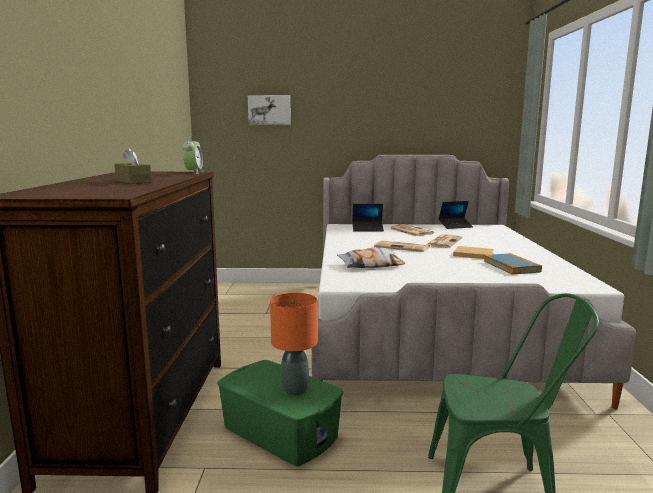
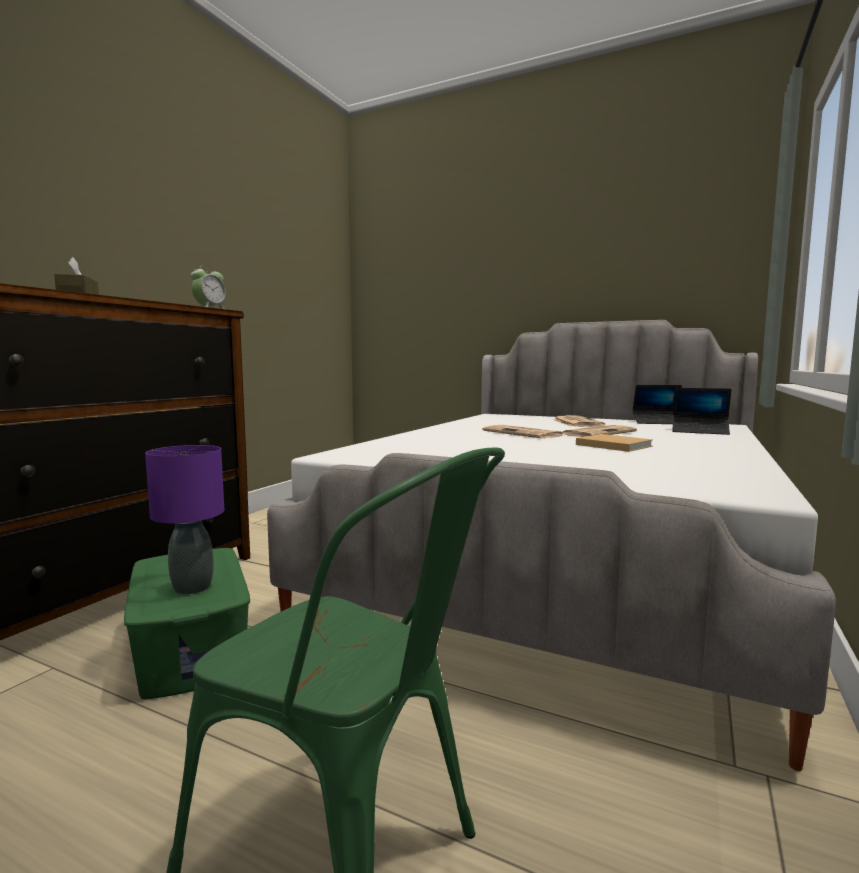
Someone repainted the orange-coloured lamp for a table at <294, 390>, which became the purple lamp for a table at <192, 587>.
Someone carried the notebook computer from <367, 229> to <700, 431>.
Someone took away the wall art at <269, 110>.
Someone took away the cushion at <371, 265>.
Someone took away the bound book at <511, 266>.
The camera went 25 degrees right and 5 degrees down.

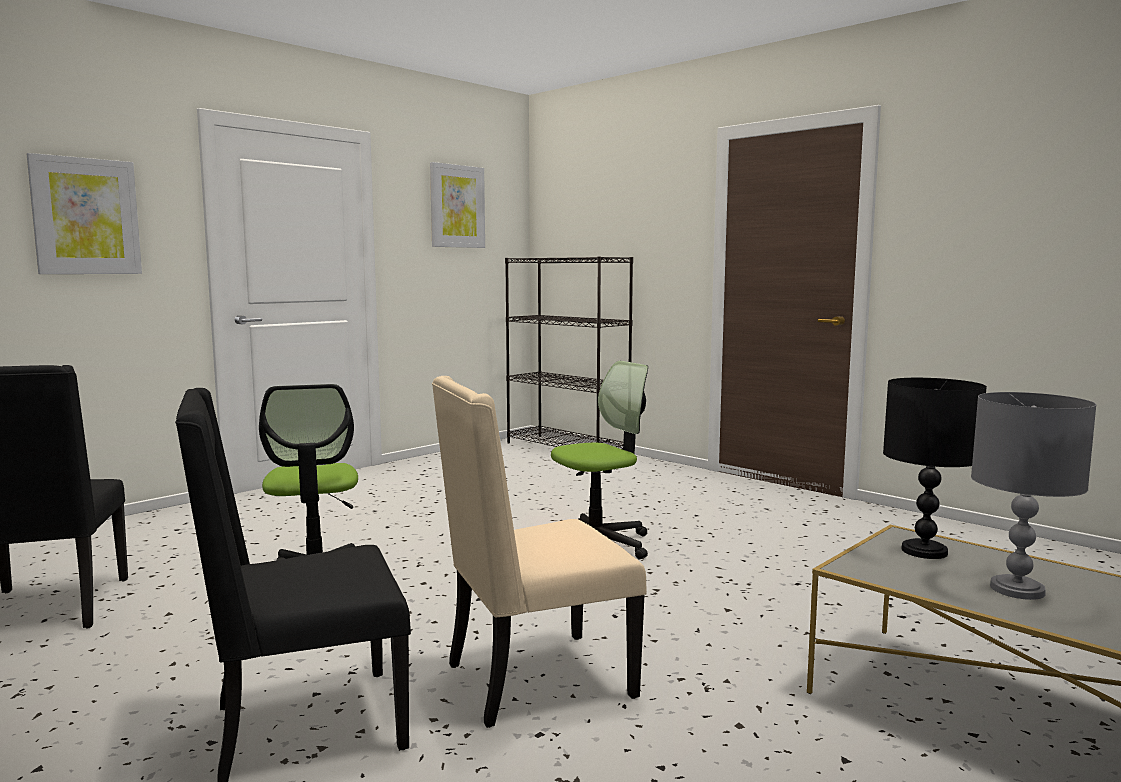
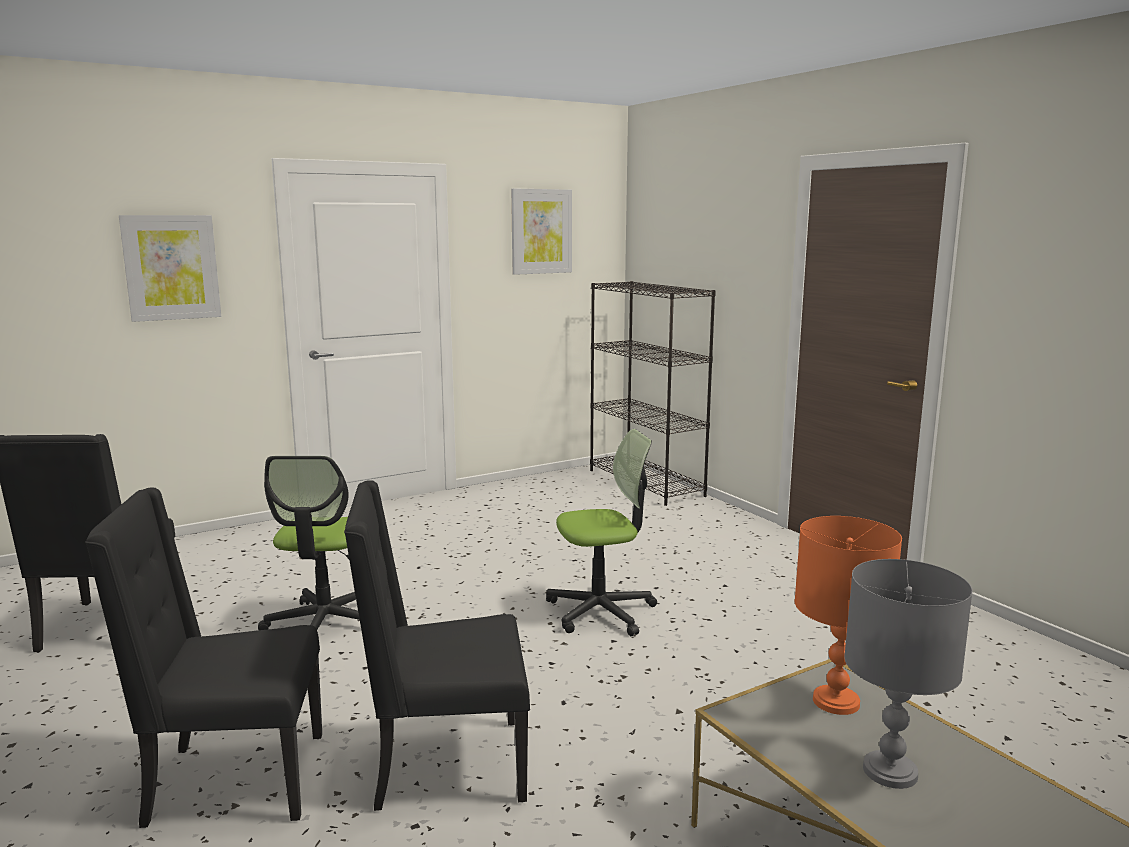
Someone repainted the sand-coloured upright chair at <534, 680>, which became the black-coloured upright chair at <445, 766>.
Someone repainted the black-coloured lamp for a table at <923, 551>, which became the orange-coloured lamp for a table at <835, 702>.
The camera went 15 degrees right and 5 degrees up.

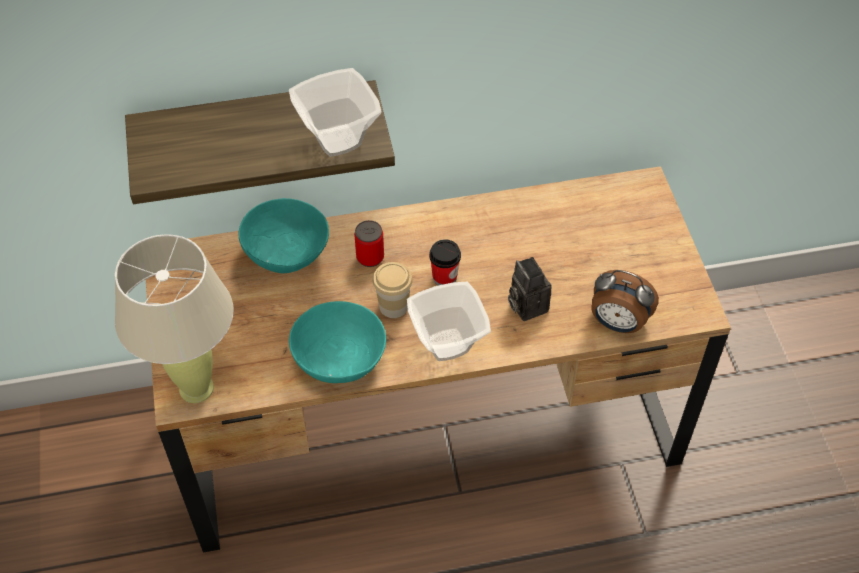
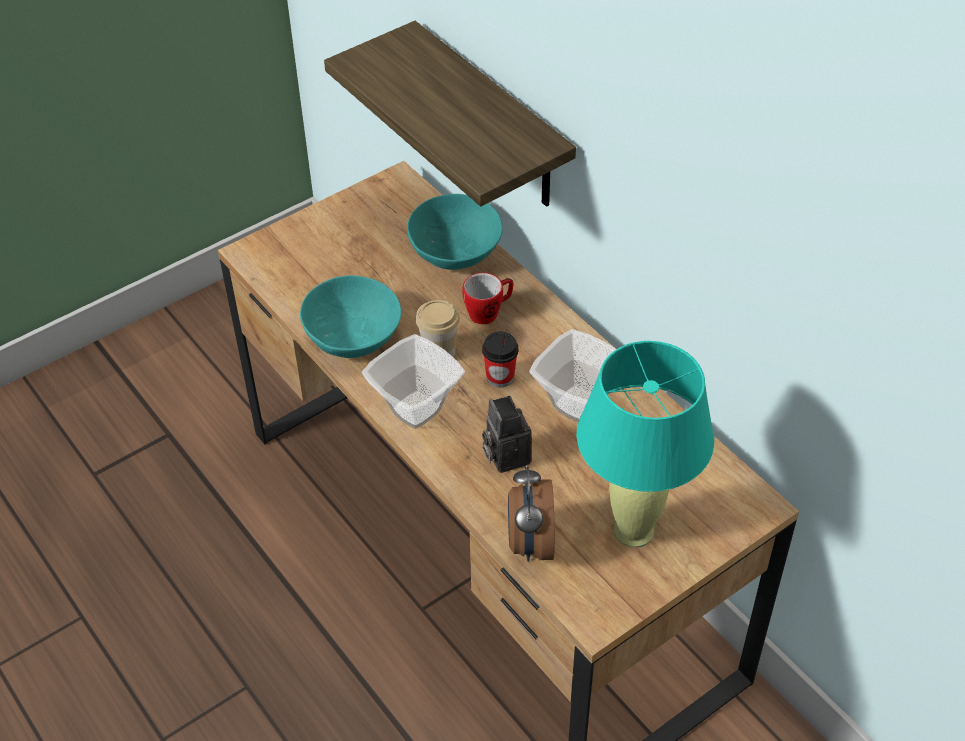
Someone swapped the sealed can at <370, 257> for the coffee mug at <489, 312>.
Someone rotated the photo camera at <525, 305> by 60 degrees counterclockwise.
Someone carried the deep dish from <337, 142> to <575, 404>.
Someone put down the turquoise-coloured lamp for a table at <634, 530>.
Someone took away the sand-coloured lamp for a table at <196, 388>.
The camera went 65 degrees right and 5 degrees down.

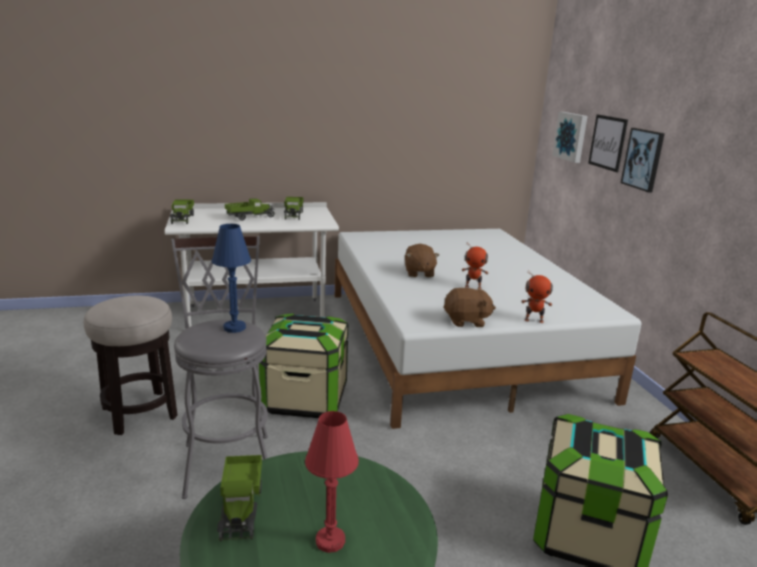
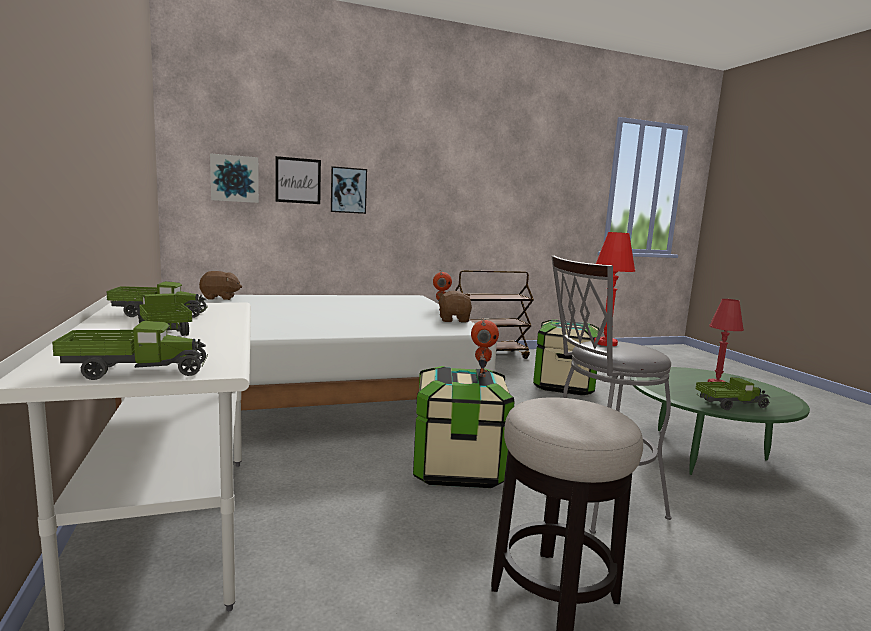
Someone carried the brown soft toy from <419, 273> to <220, 298>.
Someone carried the toy robot from <473, 287> to <481, 373>.
Someone repainted the blue-coloured lamp for a table at <234, 328>, which became the red lamp for a table at <605, 343>.
The camera went 95 degrees left and 10 degrees down.

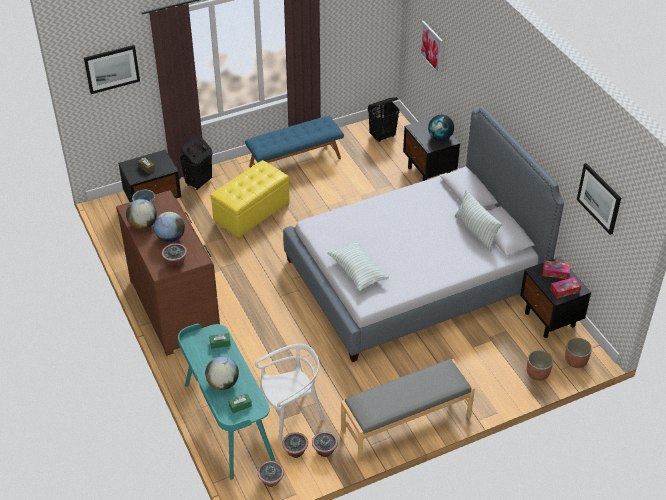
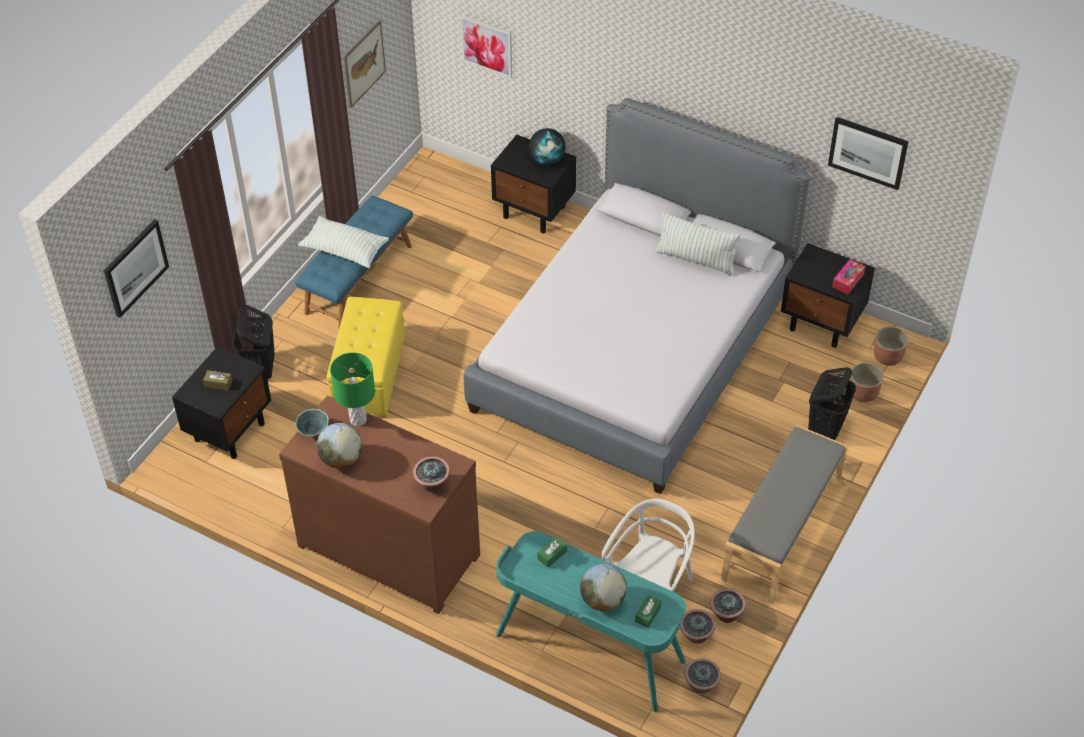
Someone carried the cushion from <357, 271> to <345, 250>.
Someone put down the green lamp for a table at <358, 419>.
Someone put up the wall art at <364, 64>.
Someone carried the black-coloured laundry basket from <382, 136> to <826, 429>.
Someone took away the desk globe at <170, 238>.
Someone took away the tissue box at <555, 272>.
The camera went 35 degrees left and 5 degrees up.

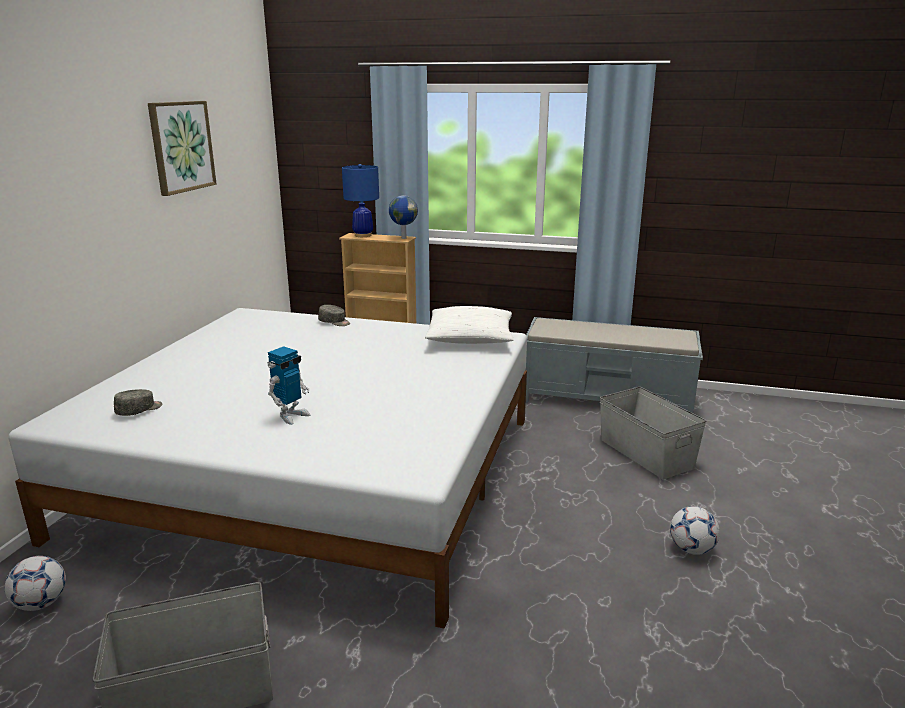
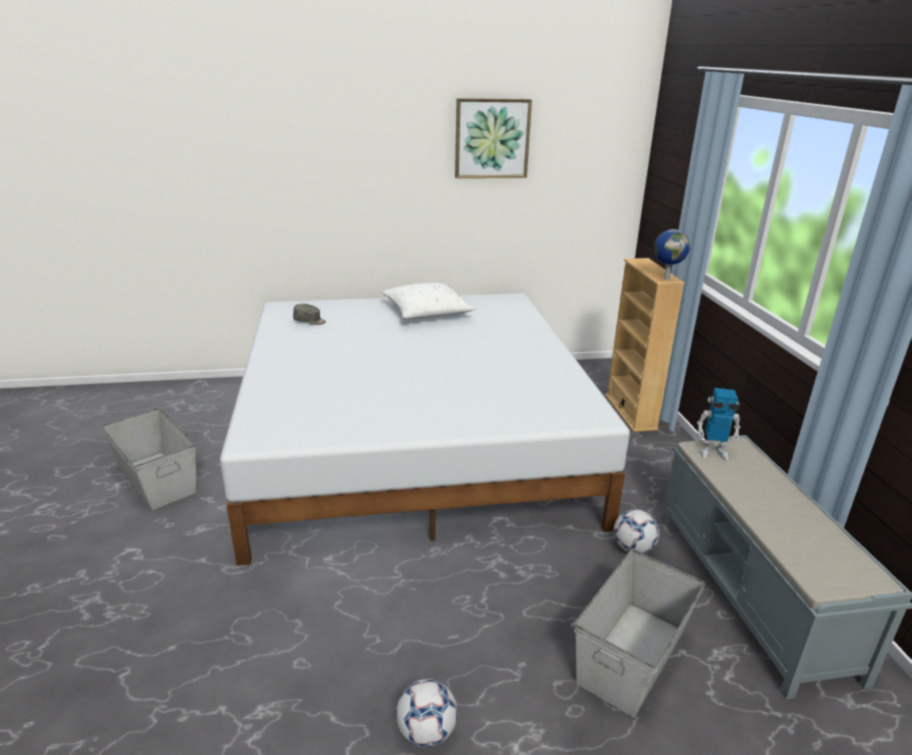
Someone carried the white cushion from <470, 338> to <427, 312>.
Someone carried the football from <41, 603> to <633, 548>.
Someone carried the toy robot from <291, 416> to <713, 452>.
Someone took away the greyish cap at <334, 322>.
Someone took away the blue-coloured lamp for a table at <363, 235>.
The camera went 65 degrees right and 5 degrees up.

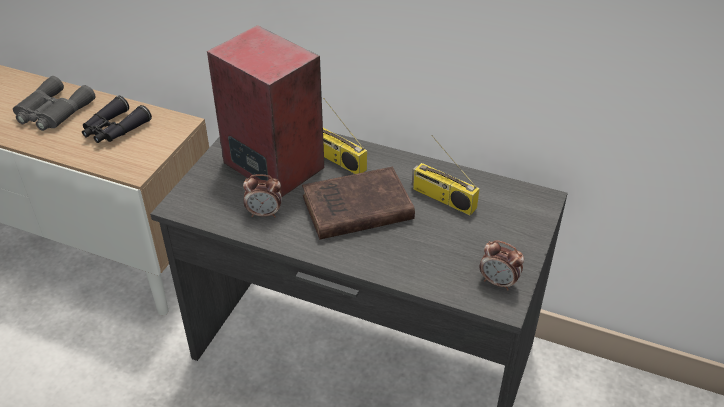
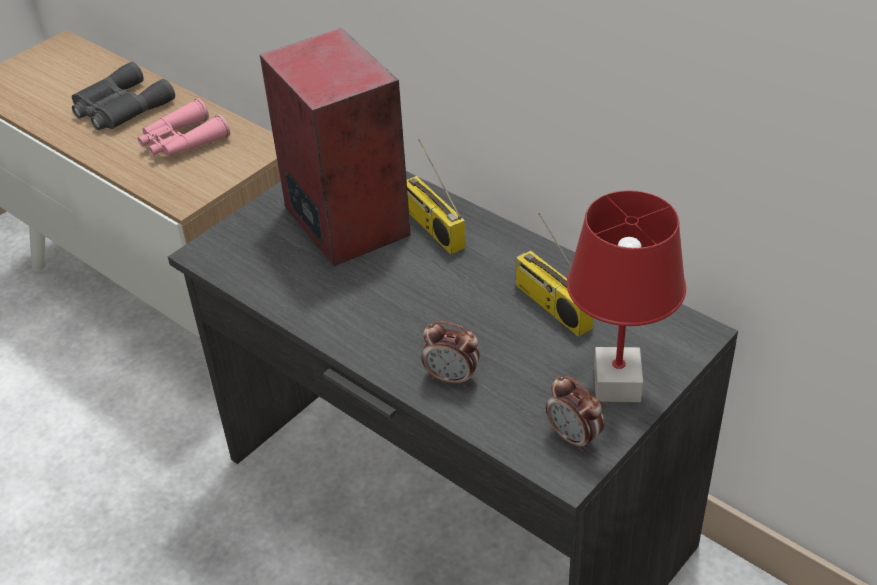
Someone repainted the black-coloured pair of binoculars at <114, 129>, which became the pink-coloured pair of binoculars at <182, 142>.
Someone carried the table clock from <264, 213> to <452, 378>.
Someone put down the red lamp for a table at <618, 385>.
Someone took away the brown bound book at <354, 209>.
The camera went 20 degrees right and 0 degrees up.

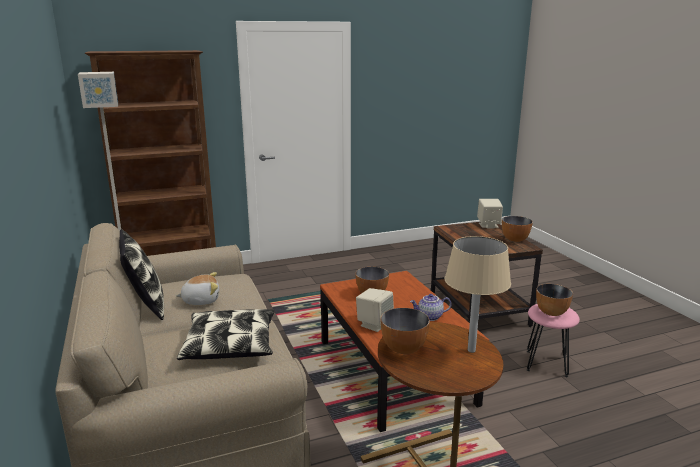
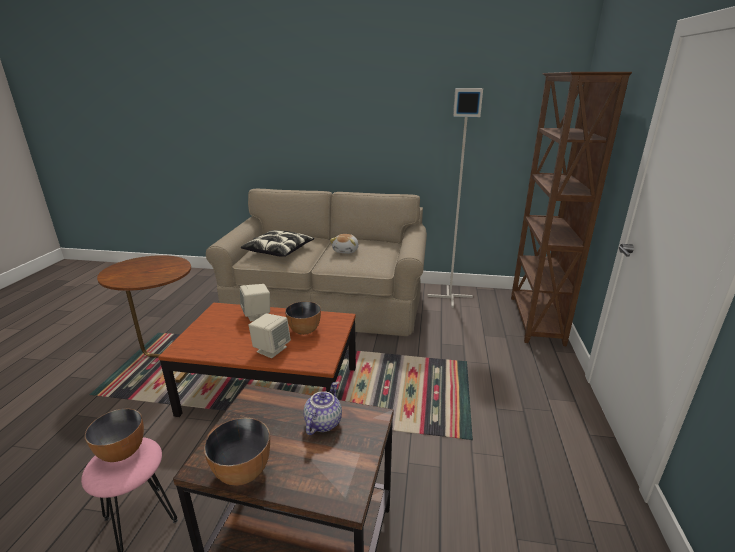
Someone carried the sand-coloured loudspeaker from <488, 225> to <271, 349>.
Someone carried the teapot from <430, 317> to <322, 422>.
Someone took away the cushion at <146, 305>.
Someone took away the deep dish at <404, 349>.
Someone took away the sand-coloured lamp for a table at <471, 350>.
The camera went 120 degrees right and 5 degrees up.

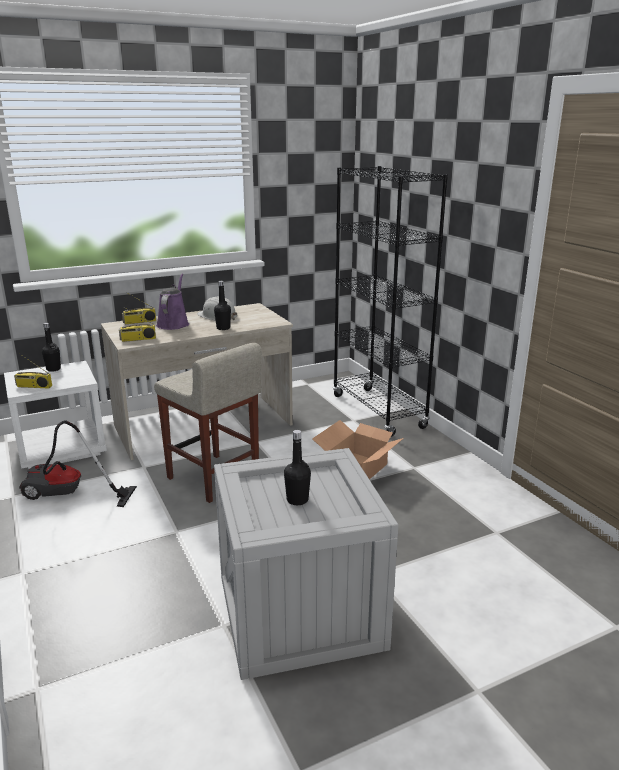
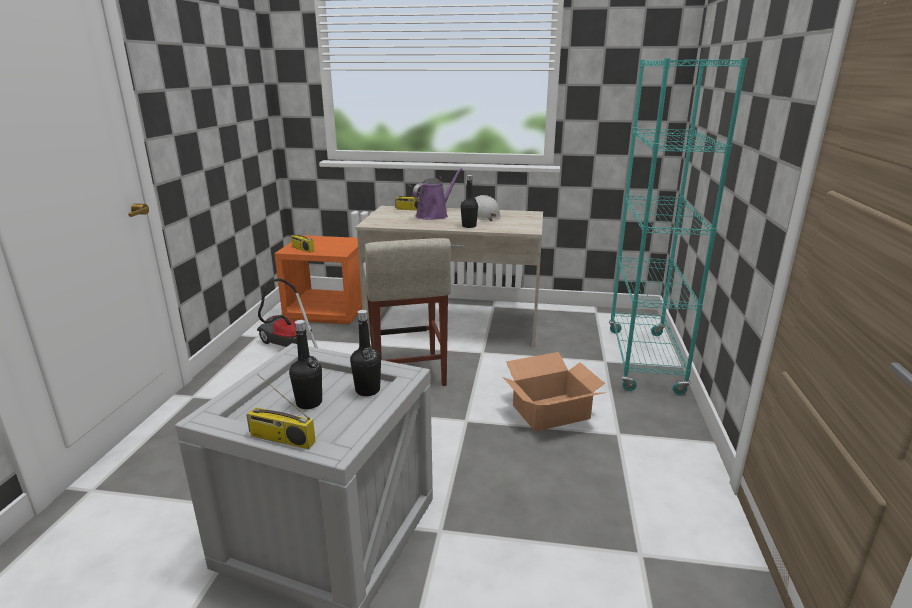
Someone carried the radio set from <138, 339> to <281, 439>.
Someone repainted the white night table at <62, 449>, which became the orange-coloured night table at <329, 311>.
Someone carried the black-coloured drink bottle from <53, 369> to <367, 390>.
Someone repainted the black-coloured bookshelf at <378, 412>, which became the turquoise-coloured bookshelf at <644, 360>.
The camera went 35 degrees right and 0 degrees up.

